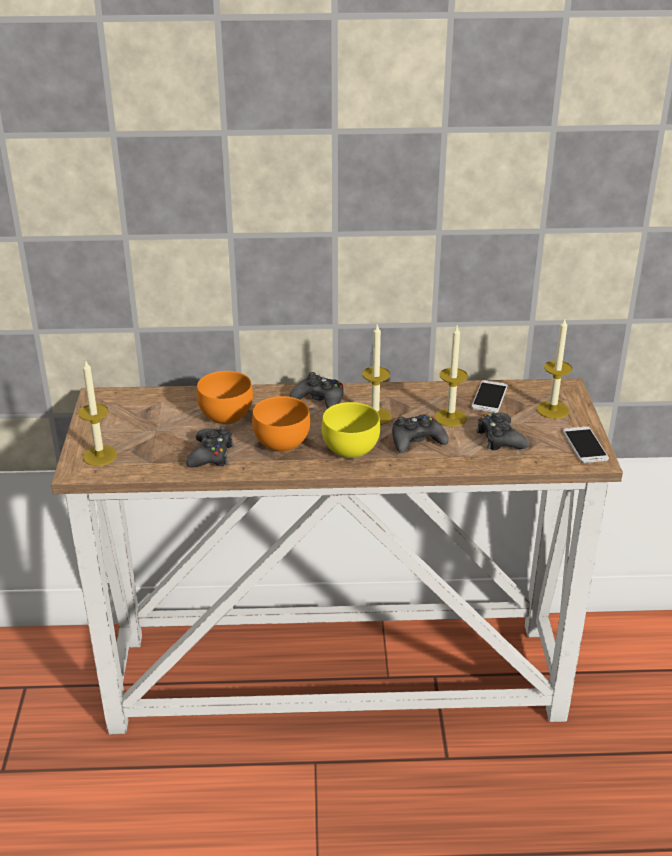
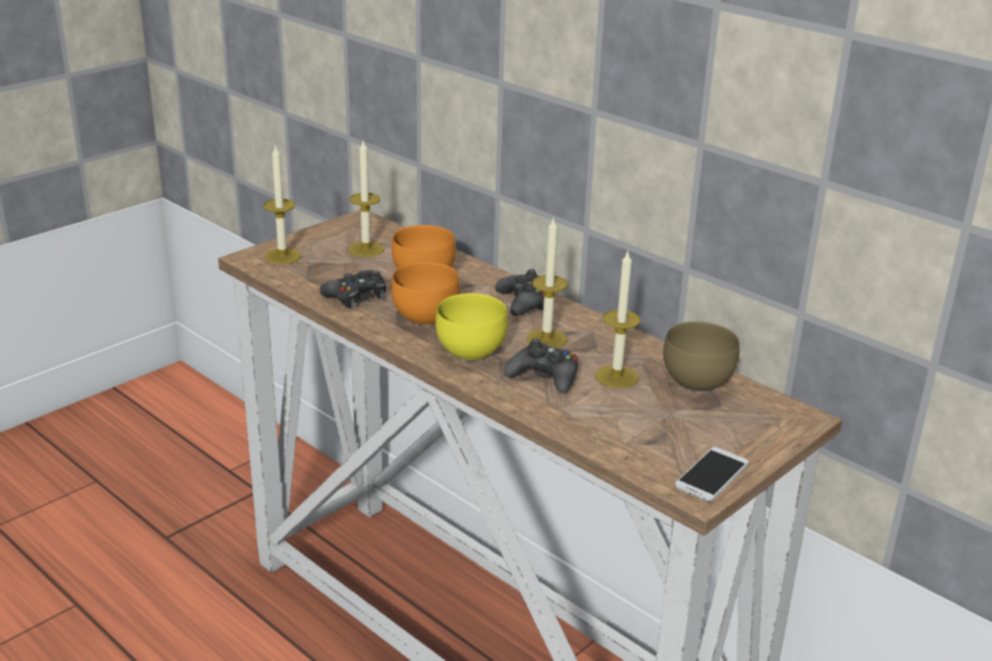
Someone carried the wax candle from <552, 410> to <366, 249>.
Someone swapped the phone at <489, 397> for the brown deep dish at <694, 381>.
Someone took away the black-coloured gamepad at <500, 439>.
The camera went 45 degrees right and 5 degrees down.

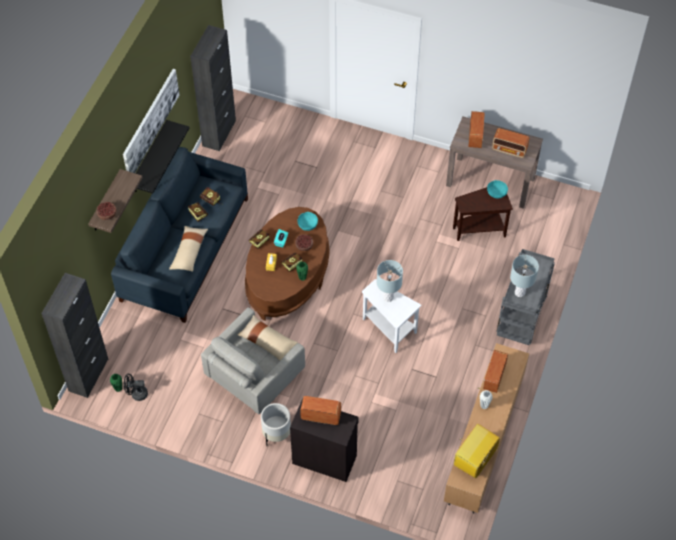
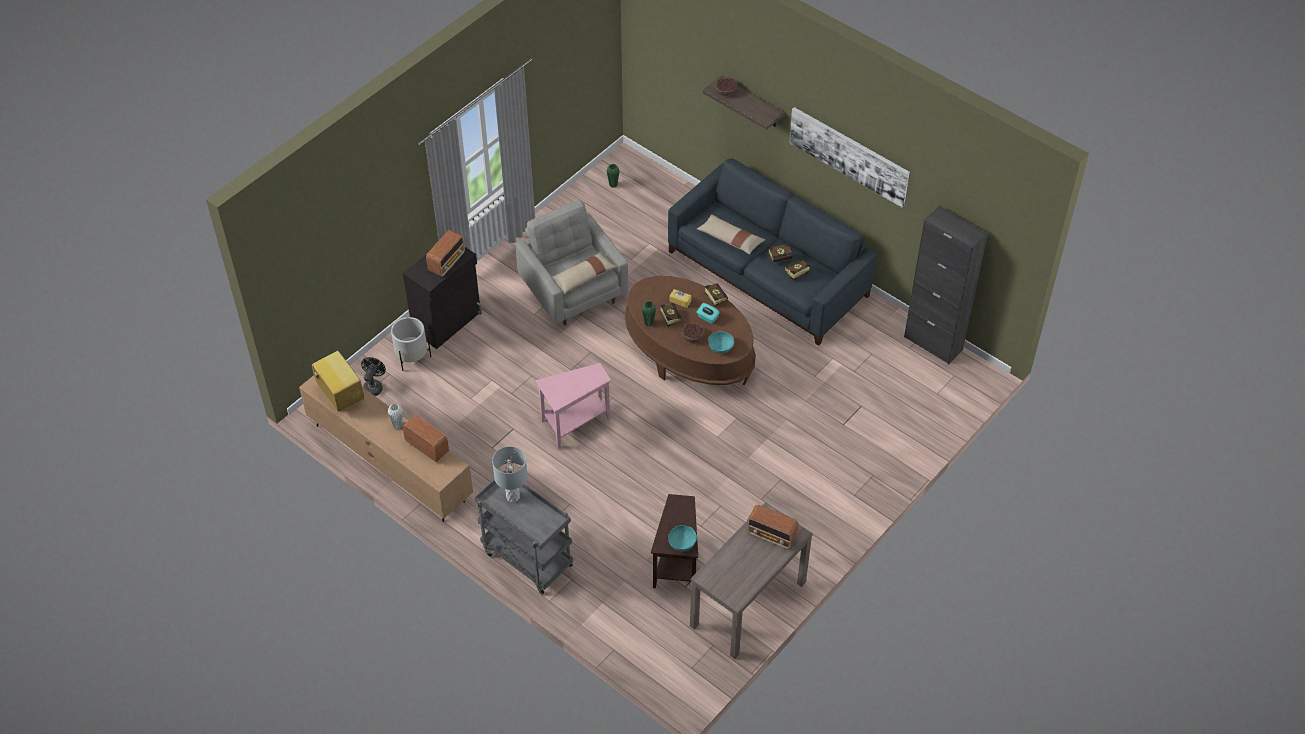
Someone carried the black-coloured fan from <136, 394> to <374, 386>.
Someone carried the white plant pot from <276, 434> to <412, 358>.
Someone repainted the white accent table at <389, 330>, which became the pink-coloured accent table at <574, 424>.
Someone took away the black-coloured cabinet at <88, 375>.
Someone took away the black-coloured bracket shelf at <149, 158>.
Someone took away the greyish lamp for a table at <388, 297>.
Someone took away the radio set at <509, 150>.
The camera went 110 degrees right and 5 degrees down.

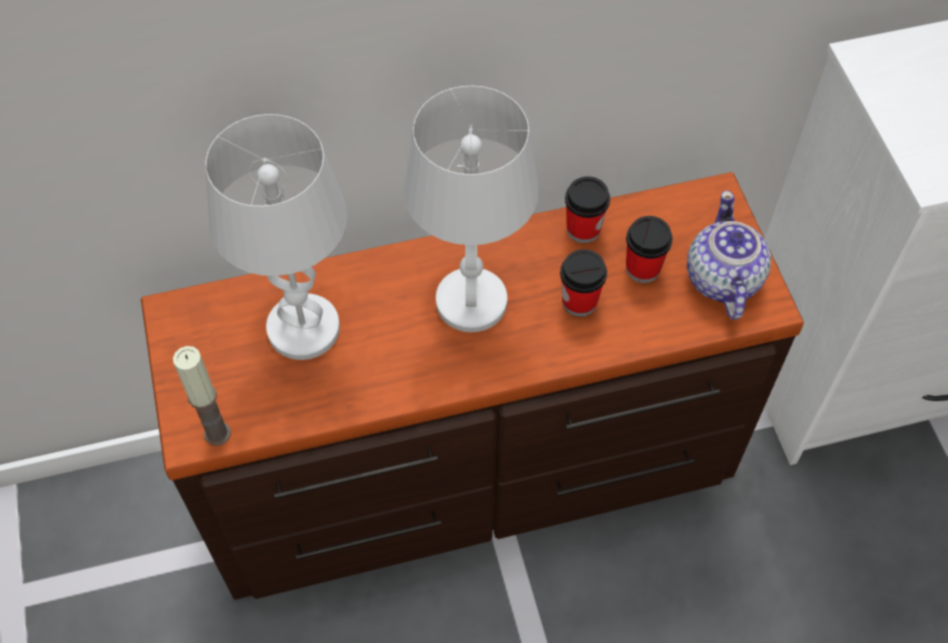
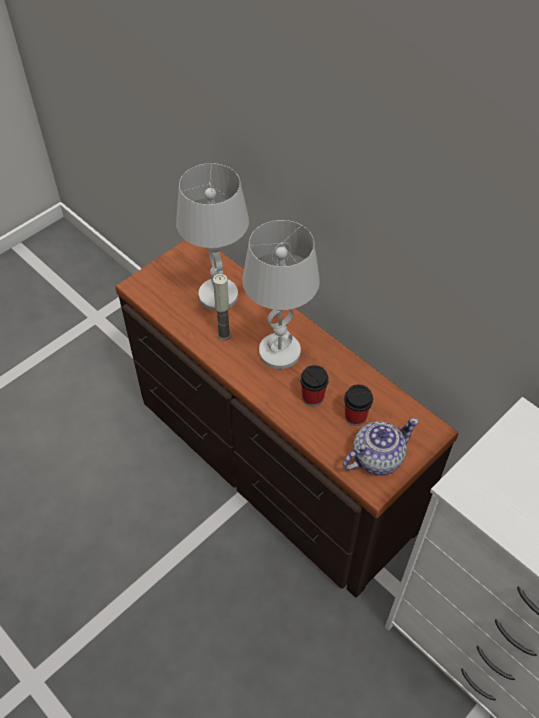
Someone carried the wax candle from <217, 433> to <224, 334>.
Someone took away the cup at <583, 229>.
The camera went 60 degrees right and 5 degrees down.

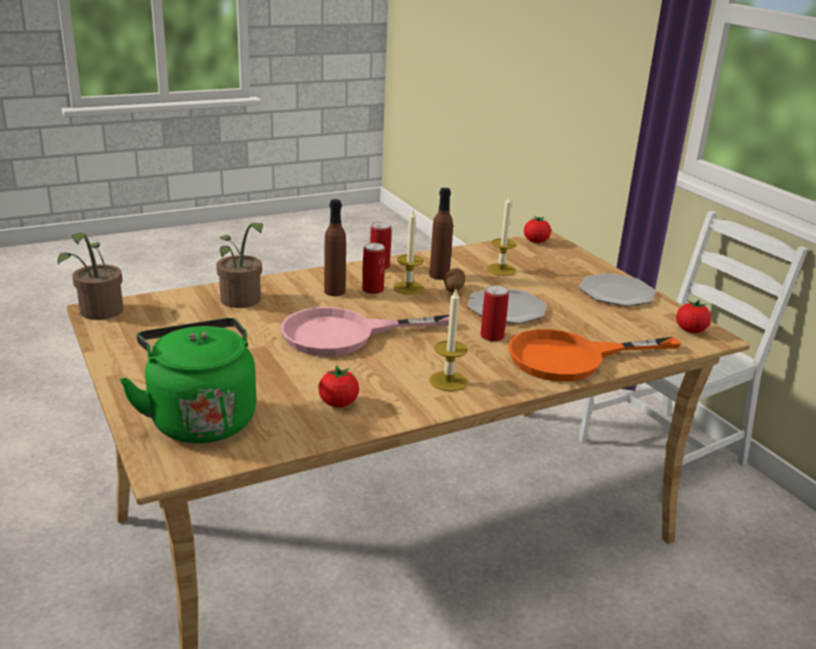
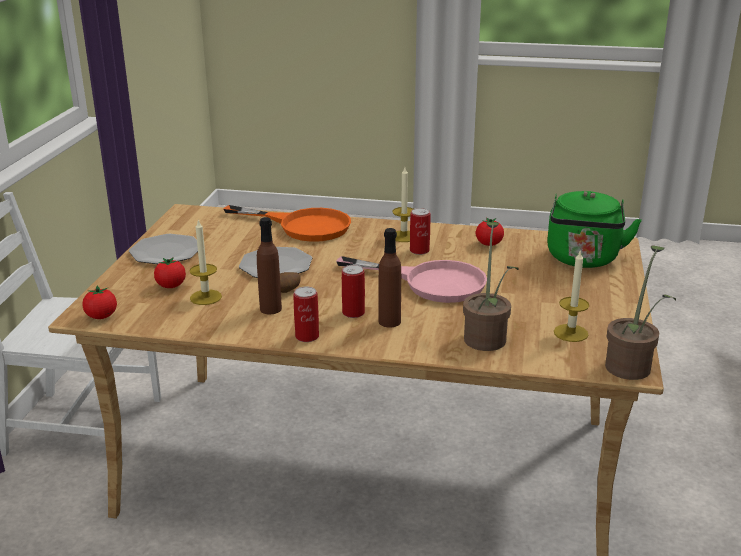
Someone carried the fresh tomato from <690, 331> to <171, 286>.
Someone carried the sealed can from <492, 336> to <419, 250>.
Someone carried the wax candle from <408, 288> to <571, 333>.
The camera went 140 degrees left and 0 degrees up.

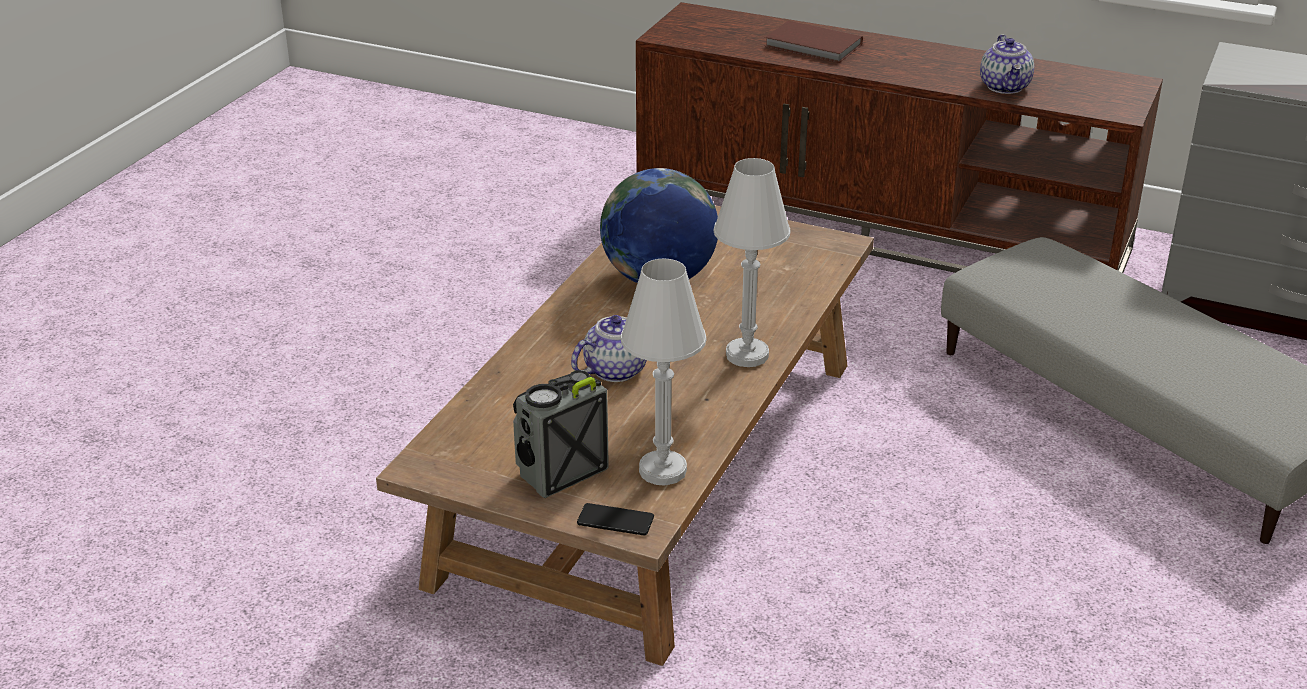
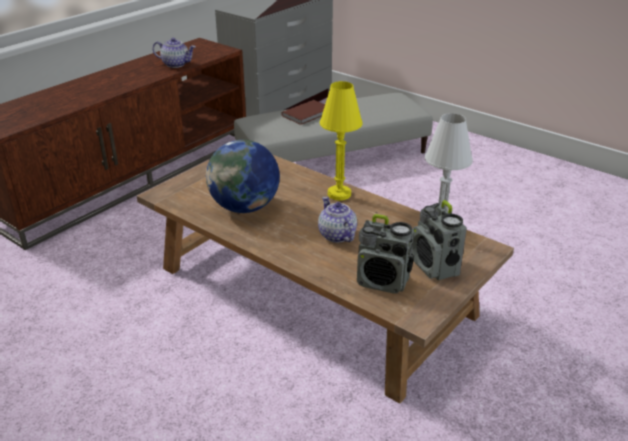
Someone carried the brown bound book from <813, 46> to <308, 114>.
Someone repainted the white lamp for a table at <747, 355>, which became the yellowish lamp for a table at <339, 194>.
Someone put down the radio set at <383, 282>.
Someone took away the phone at <615, 520>.
The camera went 75 degrees left and 0 degrees up.

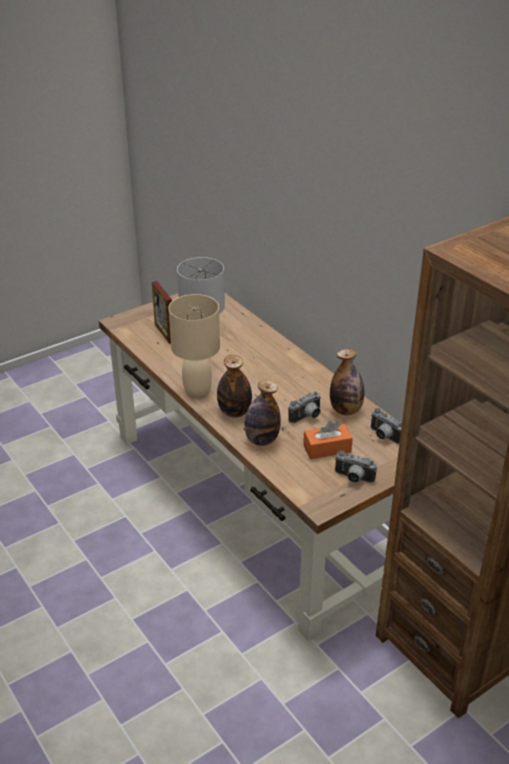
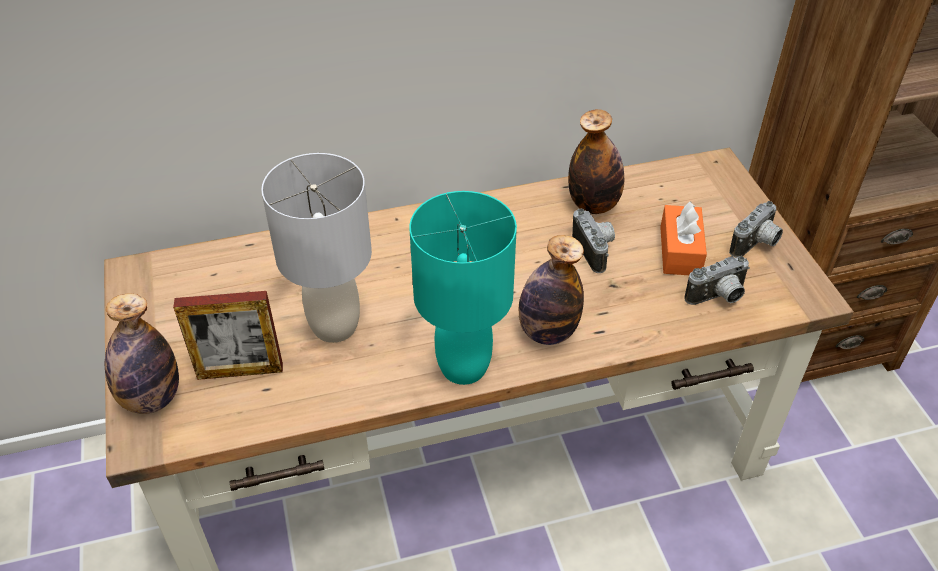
Someone carried the drink bottle from <261, 440> to <151, 398>.
Someone repainted the sand-coloured lamp for a table at <197, 391>, which became the turquoise-coloured lamp for a table at <463, 367>.
Someone carried the photo camera from <383, 436> to <718, 298>.
The camera went 70 degrees left and 10 degrees up.

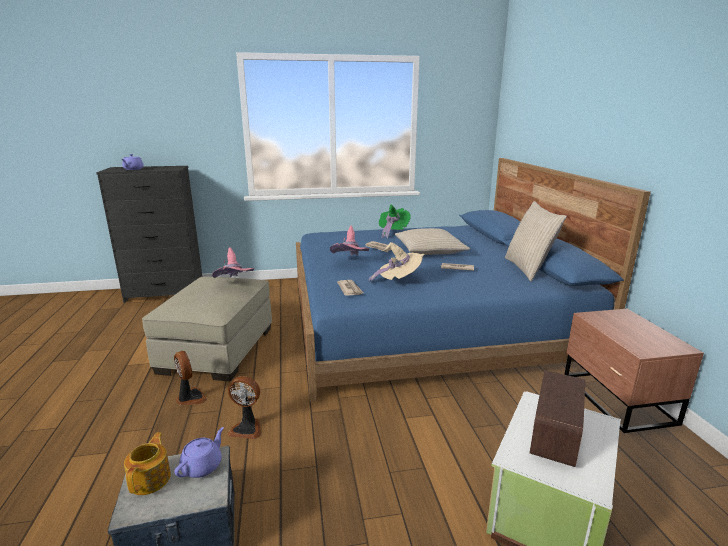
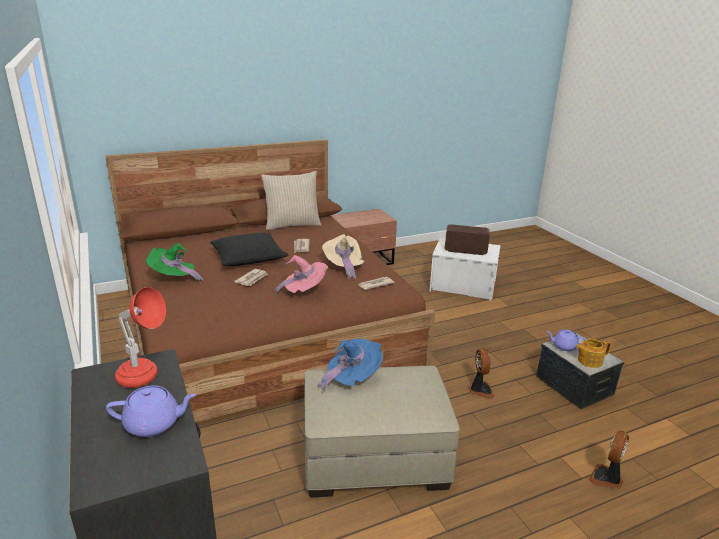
Someone repainted the blue-coloured bedroom bed at <426, 320>, which became the brown bedroom bed at <263, 324>.
Someone put down the red lamp for a table at <145, 381>.
Someone repainted the sand-coloured cushion at <429, 250>, which became the black-coloured cushion at <248, 258>.
Someone repainted the pink-coloured hat at <234, 286>, which became the blue-coloured hat at <352, 378>.
Someone carried the fan from <190, 398> to <607, 478>.
The camera went 105 degrees left and 5 degrees up.

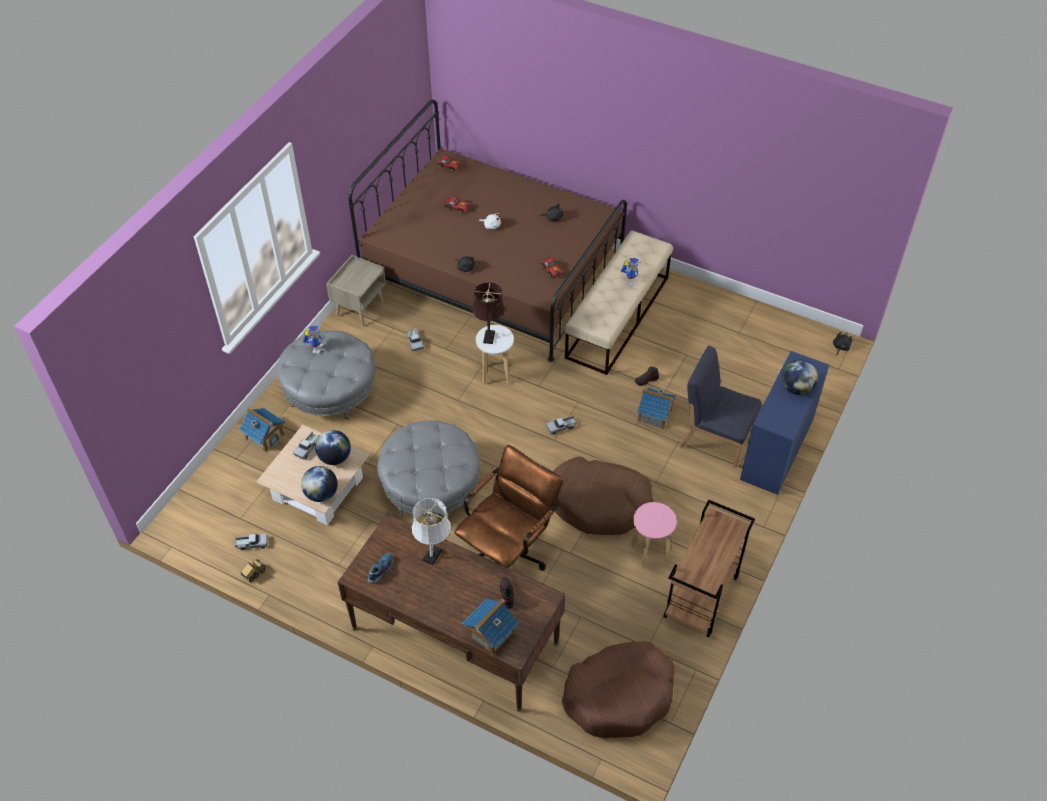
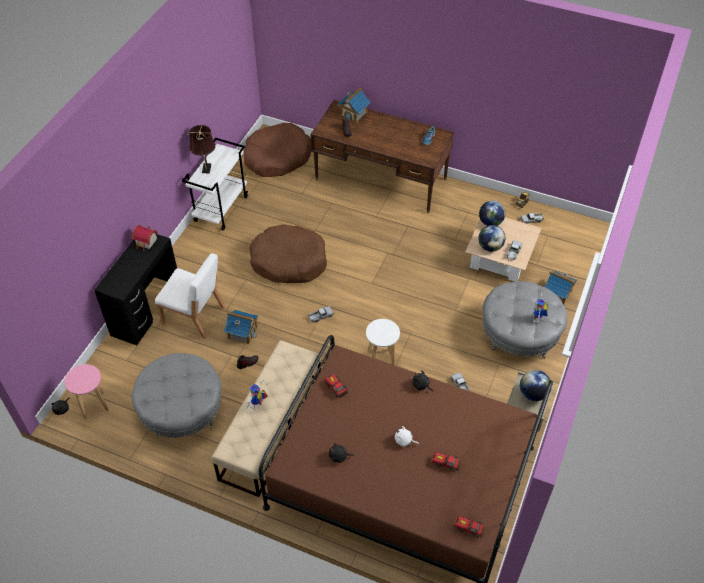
Someone carried the pink-coloured stool seat from <650, 552> to <94, 406>.
Someone repainted the blue-coloured desk table at <777, 450>, which became the black-coloured desk table at <146, 309>.
Someone put down the toy house at <146, 243>.
Someone carried the greyish ottoman from <431, 487> to <182, 409>.
Someone repainted the blue-coloured upright chair at <716, 438>, which became the white upright chair at <194, 316>.
Someone repainted the brown wheeled cart at <701, 598>, which became the white wheeled cart at <221, 208>.
Someone carried the brown lamp for a table from <489, 336> to <206, 169>.
Someone carried the desk globe from <797, 388> to <533, 393>.
Someone took away the white lamp for a table at <434, 553>.
Someone took away the brown office chair at <509, 551>.
The camera went 175 degrees right and 0 degrees up.

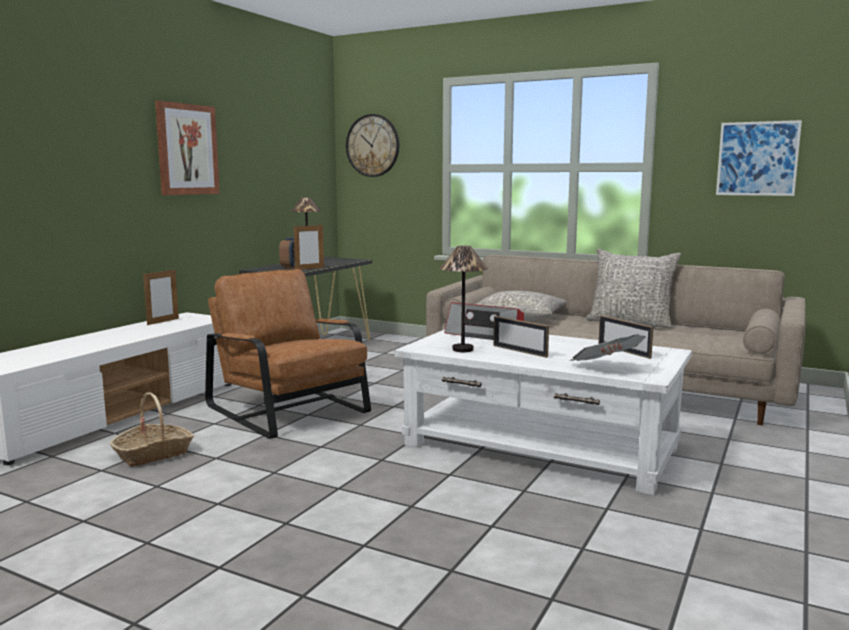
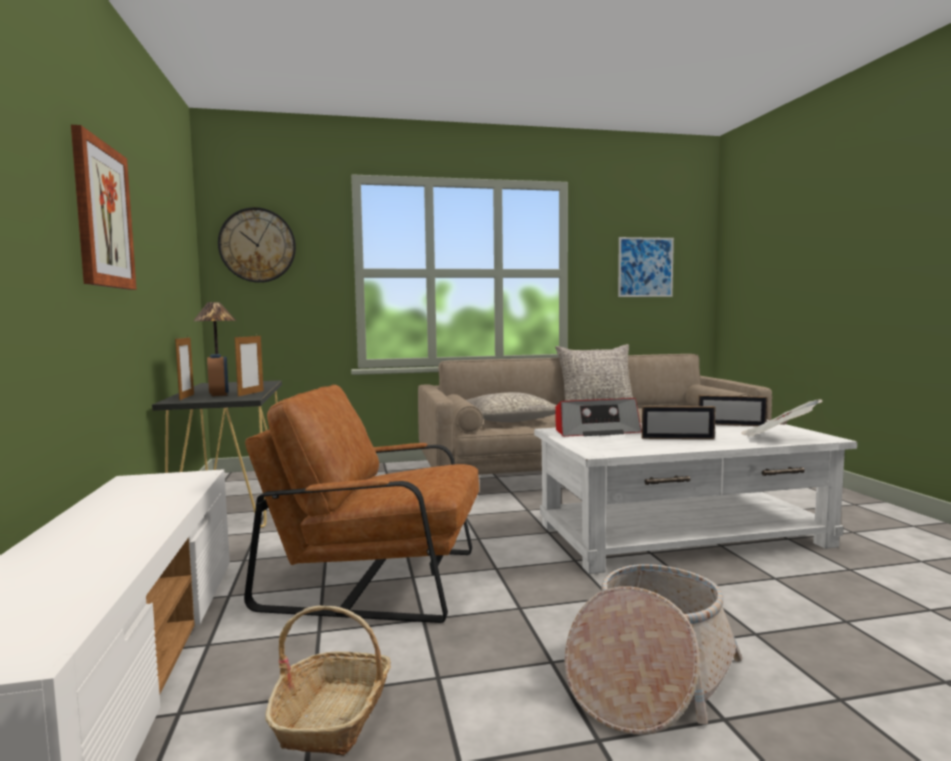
Someone carried the picture frame from <163, 321> to <186, 397>.
Someone put down the storage basket at <649, 679>.
Someone took away the lamp for a table at <463, 350>.
The camera went 40 degrees left and 5 degrees down.

